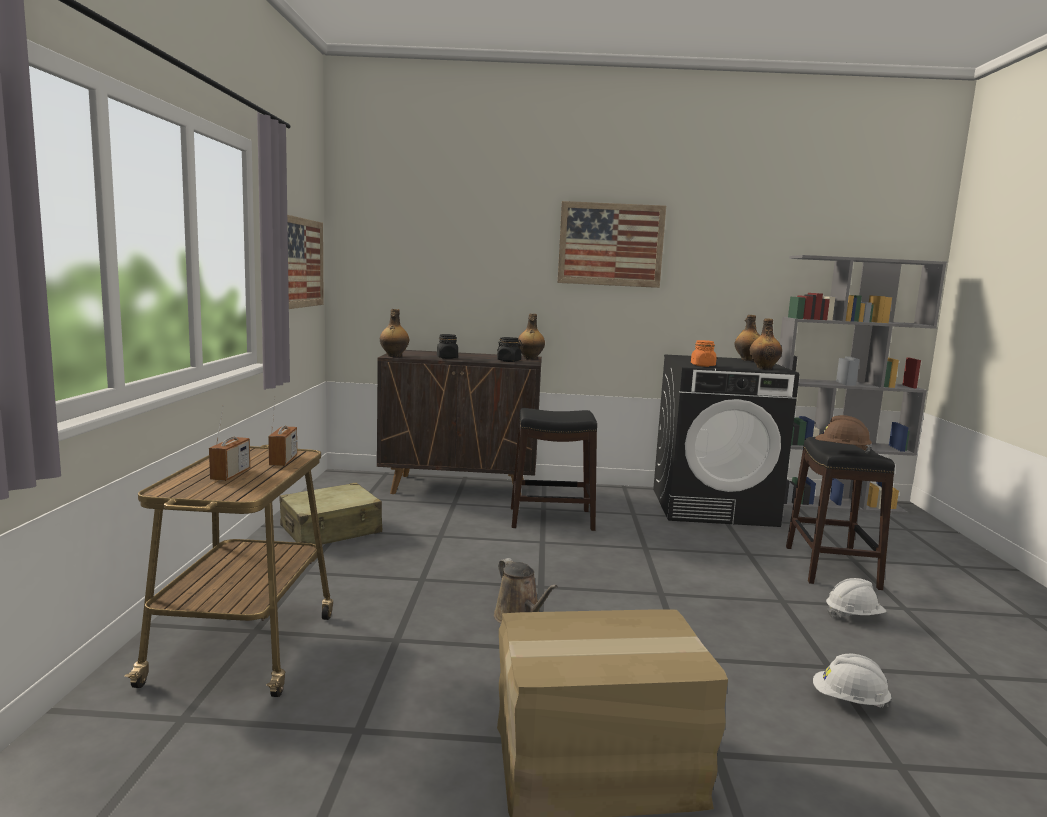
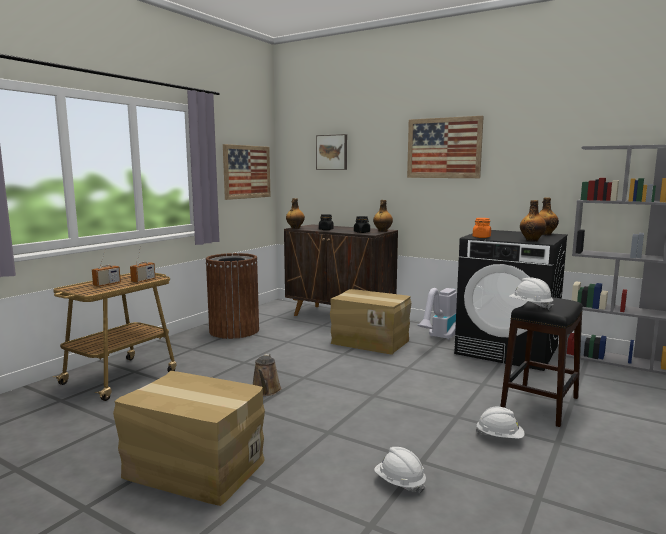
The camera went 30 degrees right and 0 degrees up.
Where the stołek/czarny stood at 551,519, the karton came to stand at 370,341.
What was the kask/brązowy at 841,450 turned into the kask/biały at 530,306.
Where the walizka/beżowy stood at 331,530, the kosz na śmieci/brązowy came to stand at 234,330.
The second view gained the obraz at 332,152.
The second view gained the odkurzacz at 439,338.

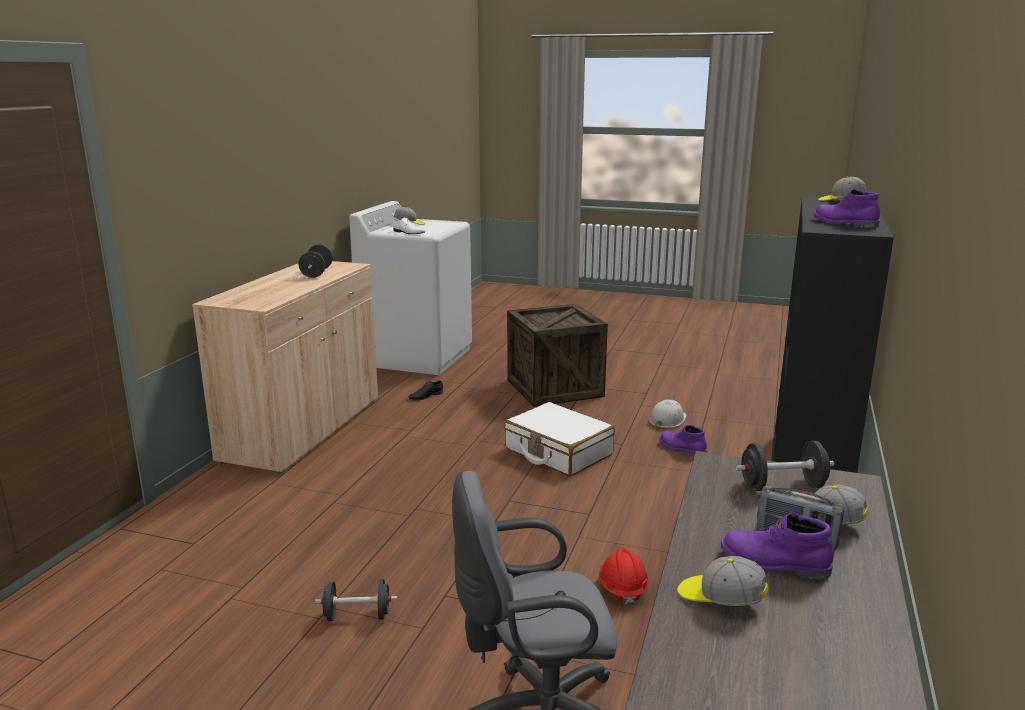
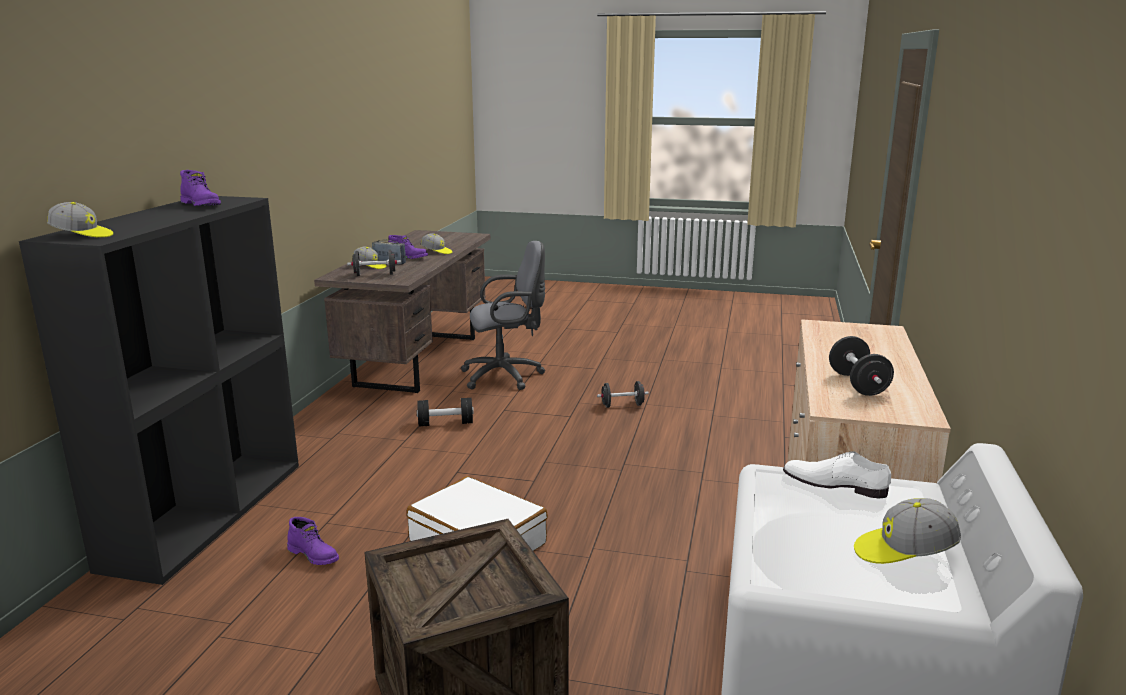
The camera went 175 degrees right and 0 degrees up.
The second view lost the but/czarny at 425,396.
The second view lost the kask/biały at 667,420.
Where the kask/czerwony stood at 622,589, the hantel/czarny came to stand at 445,423.

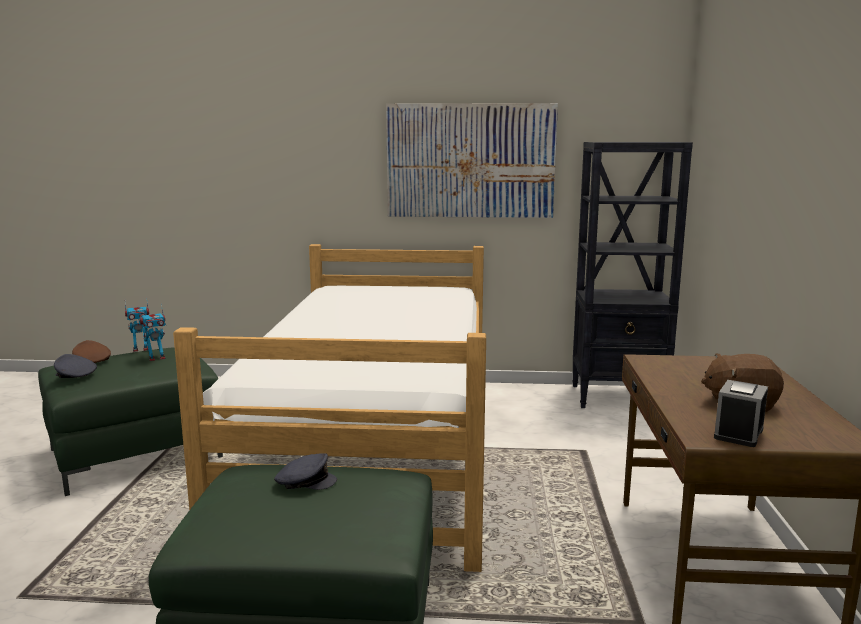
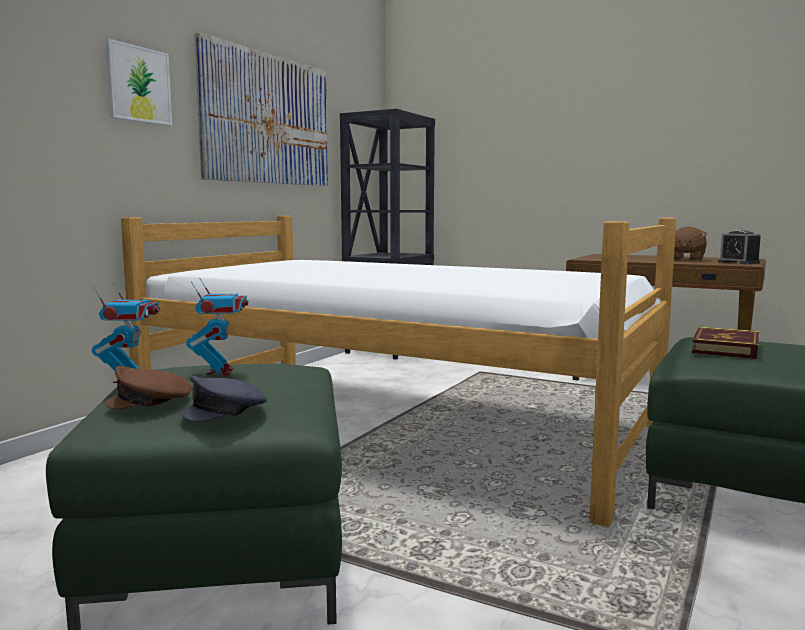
The camera went 65 degrees left and 5 degrees down.
Where the czapka z daszkiem/szary stood at 305,481, the książka came to stand at 725,348.
The second view gained the obraz at 138,84.

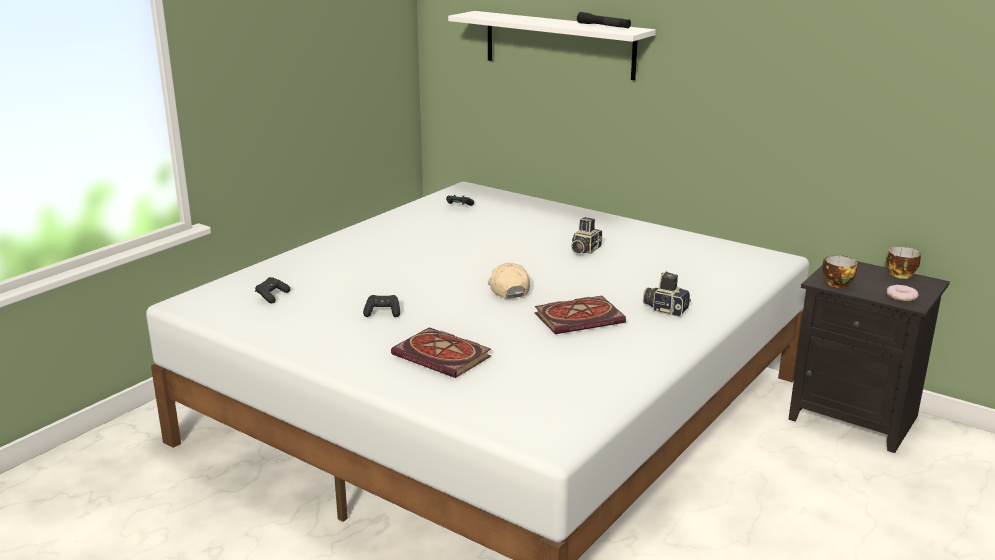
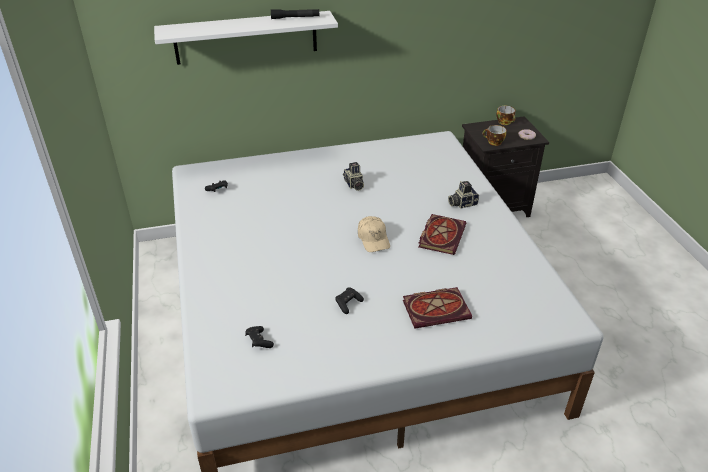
The camera went 50 degrees left and 15 degrees up.
The czapka z daszkiem/beżowy at 508,289 ended up facing another way, 135 degrees counterclockwise from before.

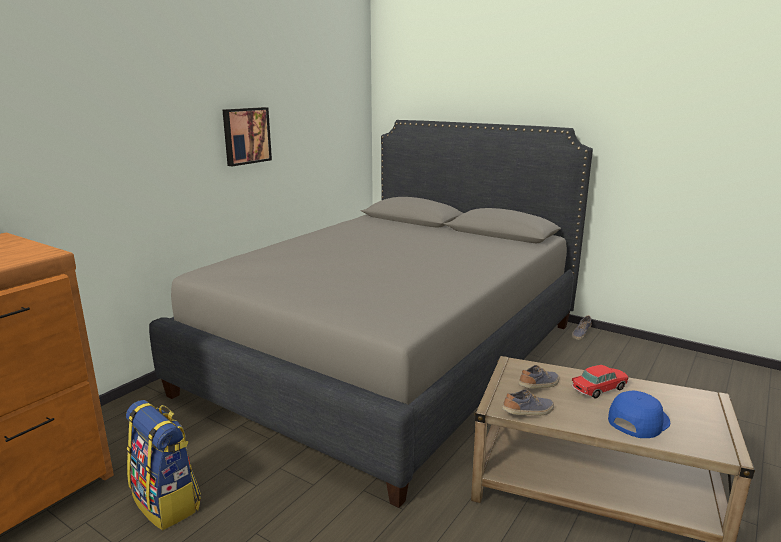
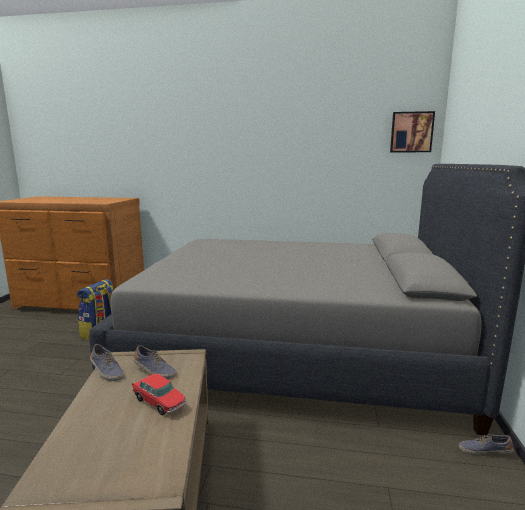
The camera went 65 degrees right and 5 degrees down.
The obraz ended up elsewhere, having gone from 246,135 to 411,132.
The second view lost the czapka z daszkiem/niebieski at 637,420.

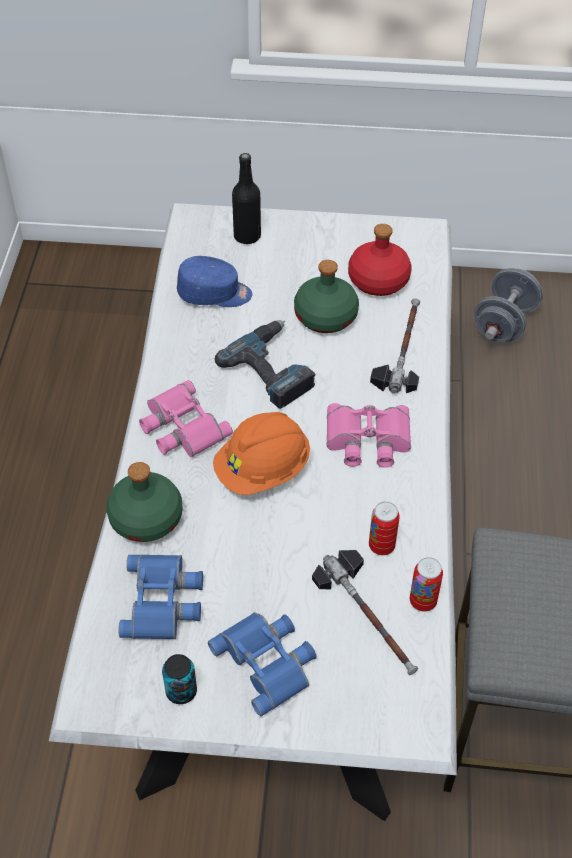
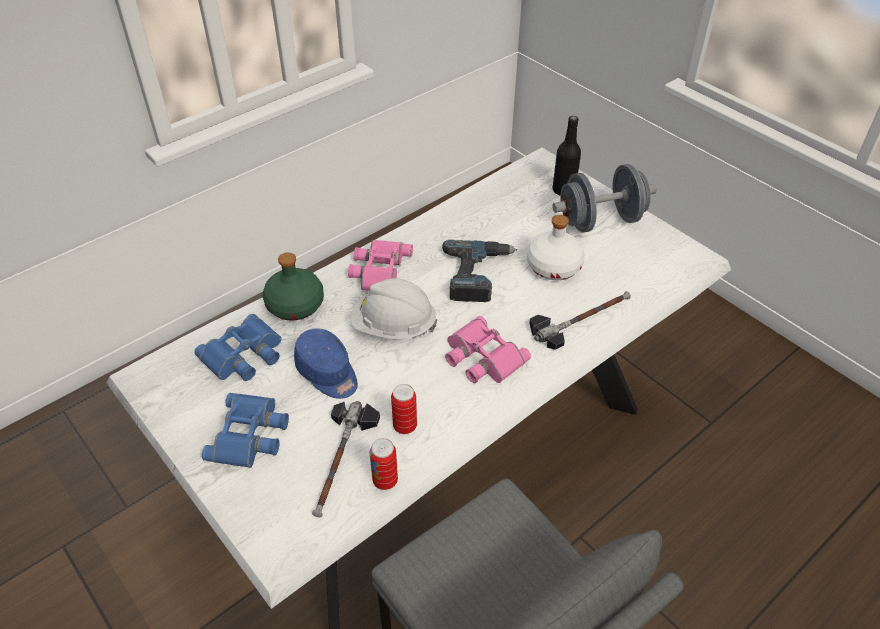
The camera went 45 degrees right and 5 degrees down.
The second view lost the butelka/czerwony at 377,280.
The czapka z daszkiem/niebieski ended up elsewhere, having gone from 215,294 to 328,373.
What was the butelka/zielony at 326,316 turned into the butelka/biały at 554,267.
The hantel/szary ended up elsewhere, having gone from 504,323 to 600,221.
What was the kask/pomarańczowy at 263,470 turned into the kask/biały at 393,327.
The second view lost the puszka at 181,691.

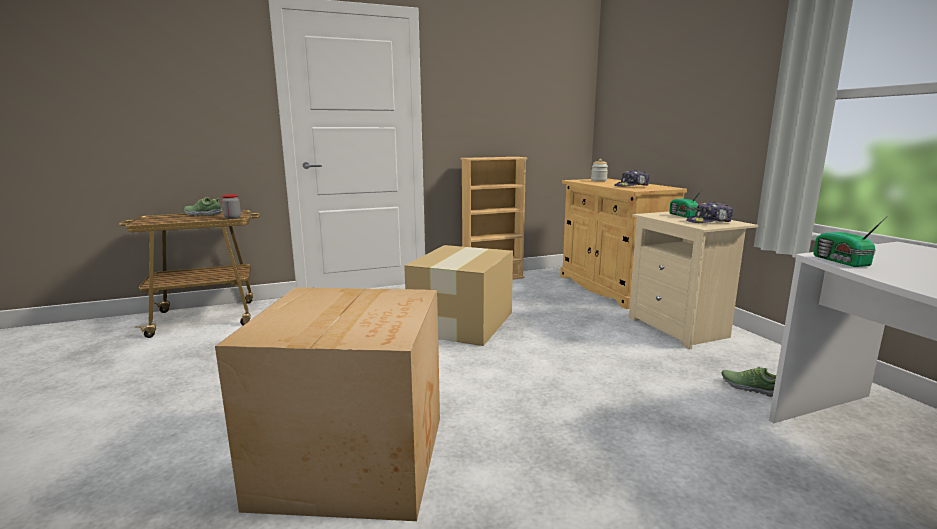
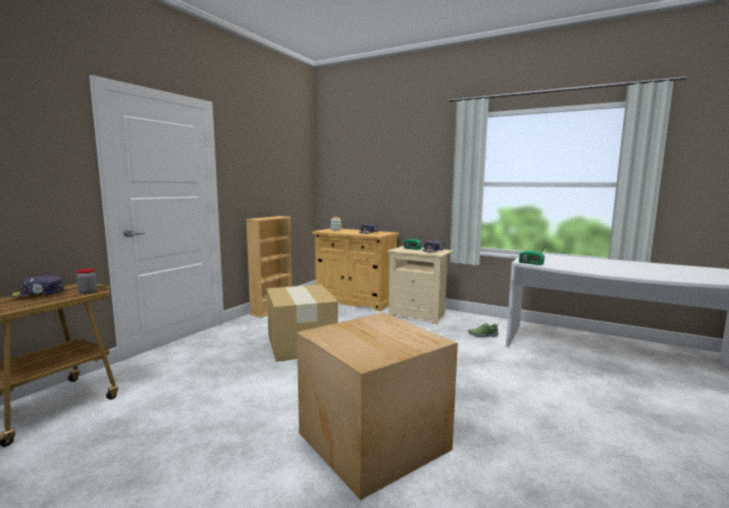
The camera went 40 degrees left and 5 degrees down.
Where the but stood at 203,214, the czapka z daszkiem came to stand at 38,294.

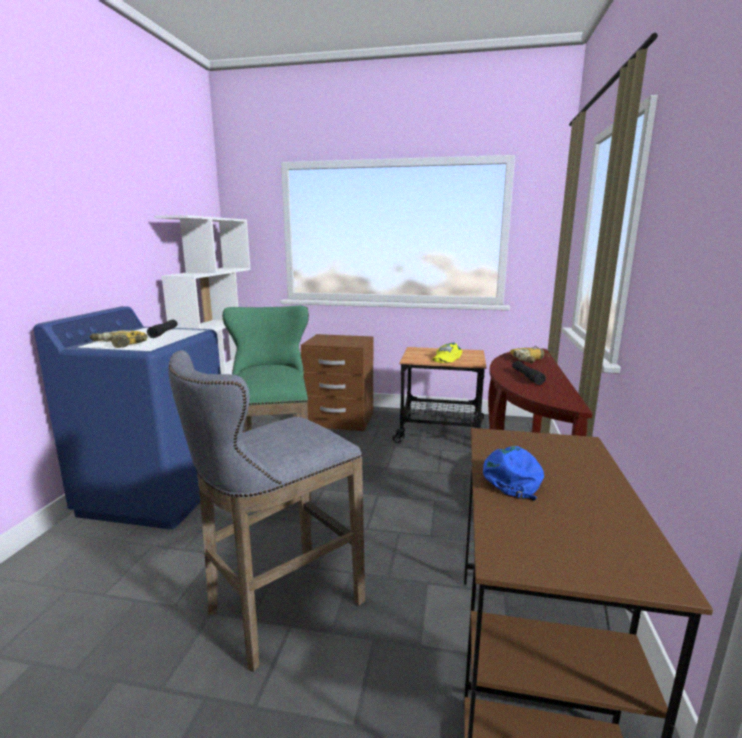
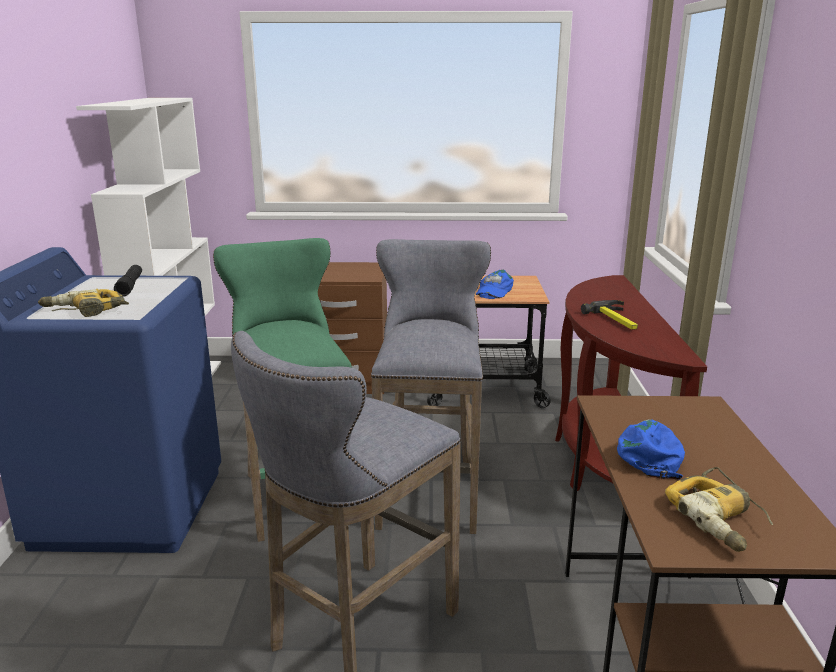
The camera went 10 degrees left and 5 degrees up.
What was the czapka z daszkiem/żółty at 446,358 turned into the czapka z daszkiem/niebieski at 493,291.
The wiertarka ended up elsewhere, having gone from 531,359 to 720,518.
Where the latarka/czarny stood at 526,377, the młotek came to stand at 617,320.
The second view gained the stołek/szary at 429,492.

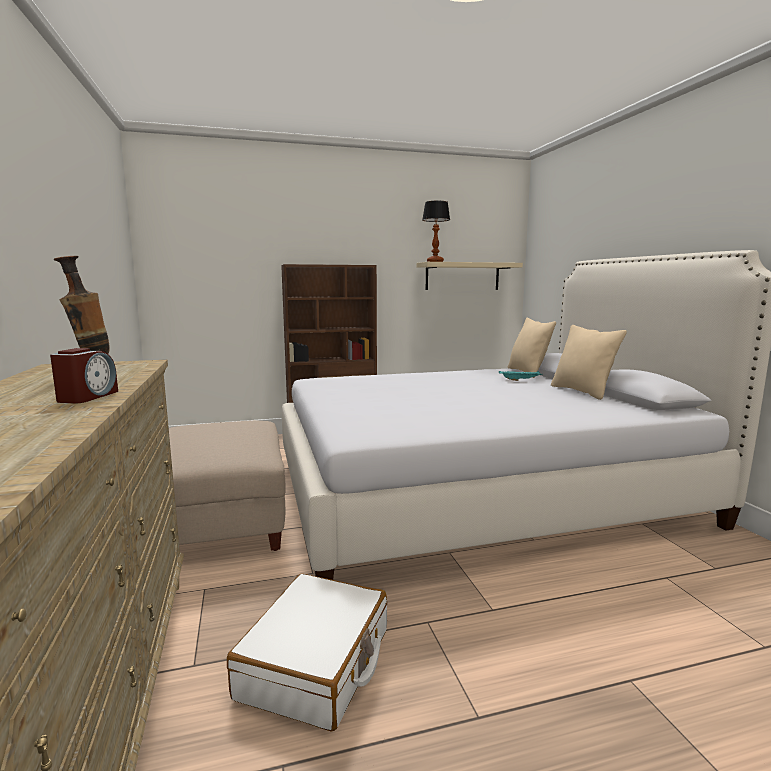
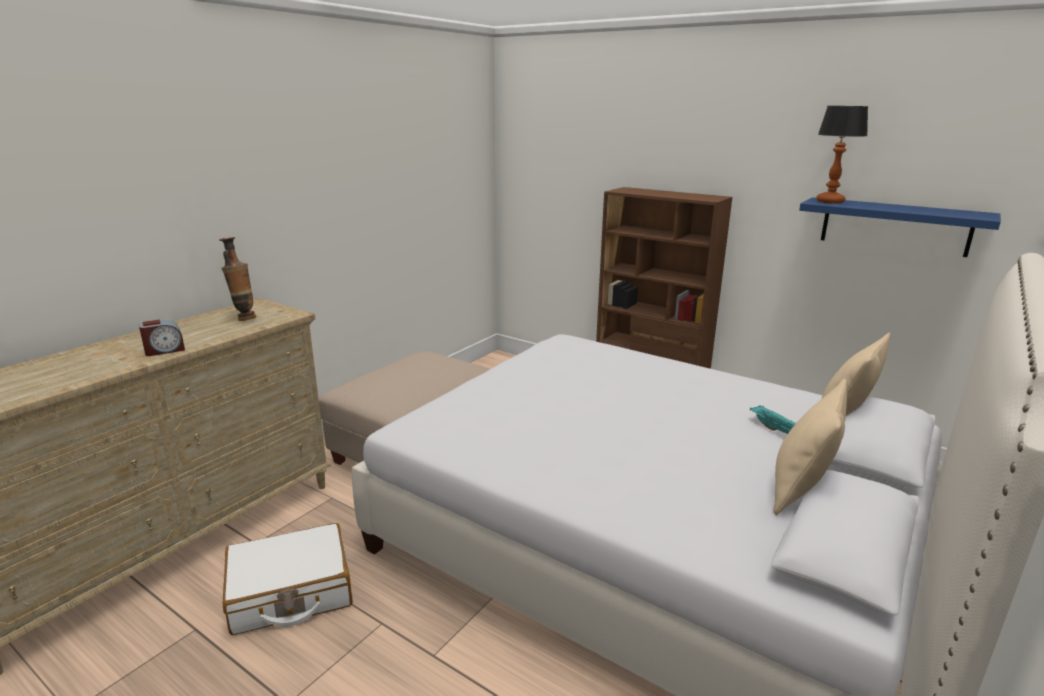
The camera went 50 degrees right and 10 degrees up.
What was the półka/beżowy at 462,276 turned into the półka/niebieski at 894,226.

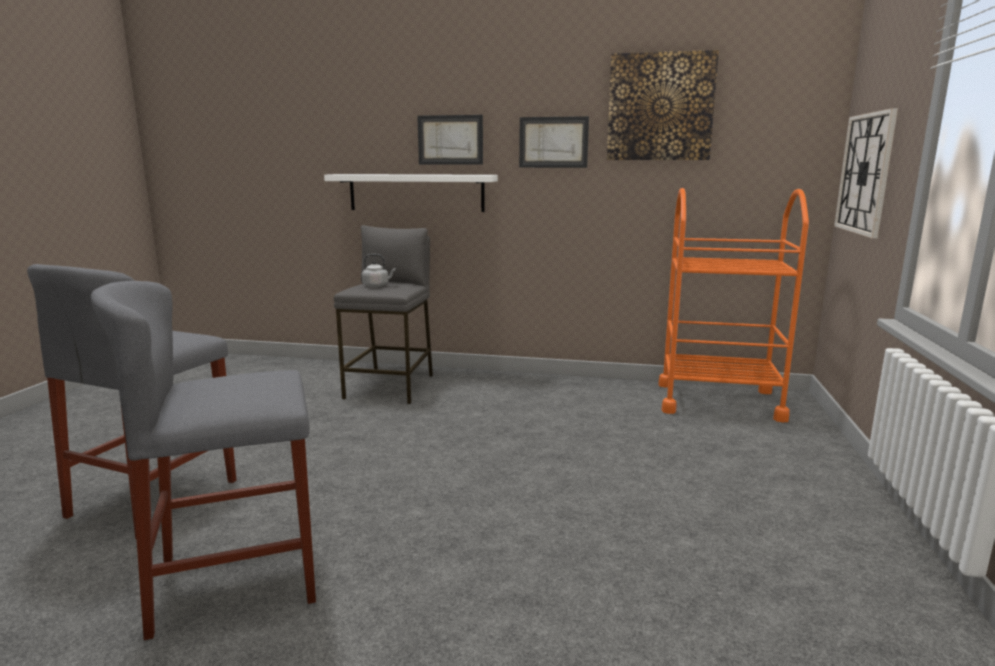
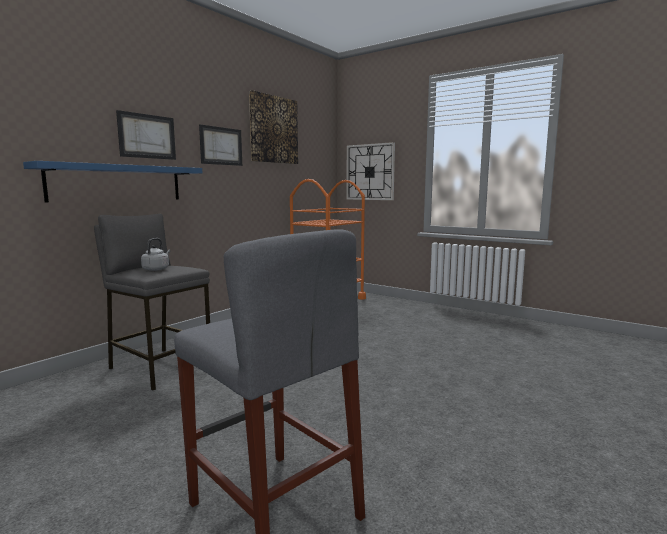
The camera went 65 degrees left and 5 degrees down.
What was the półka/biały at 416,192 turned into the półka/niebieski at 118,183.
The second view lost the stołek/szary at 237,579.

